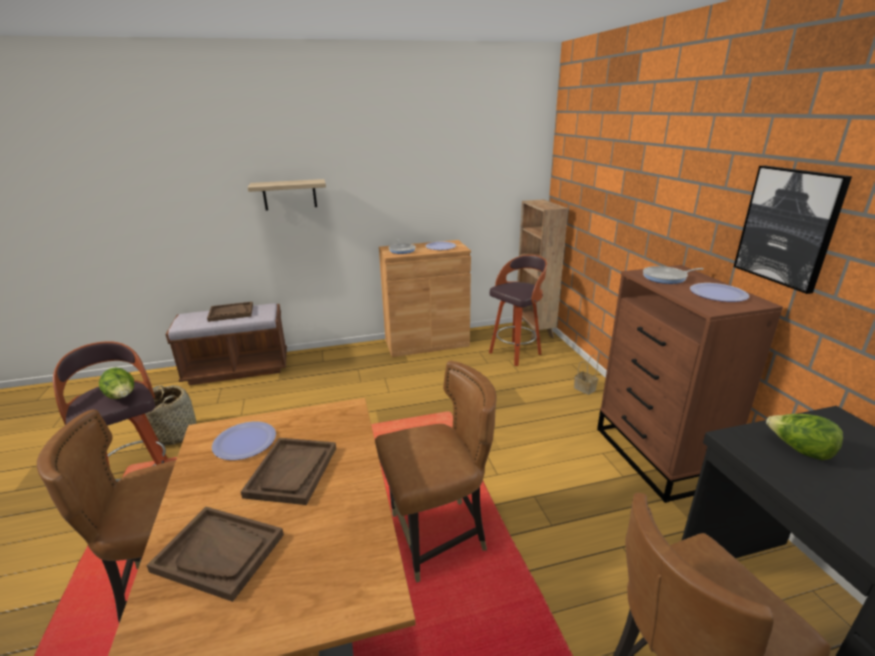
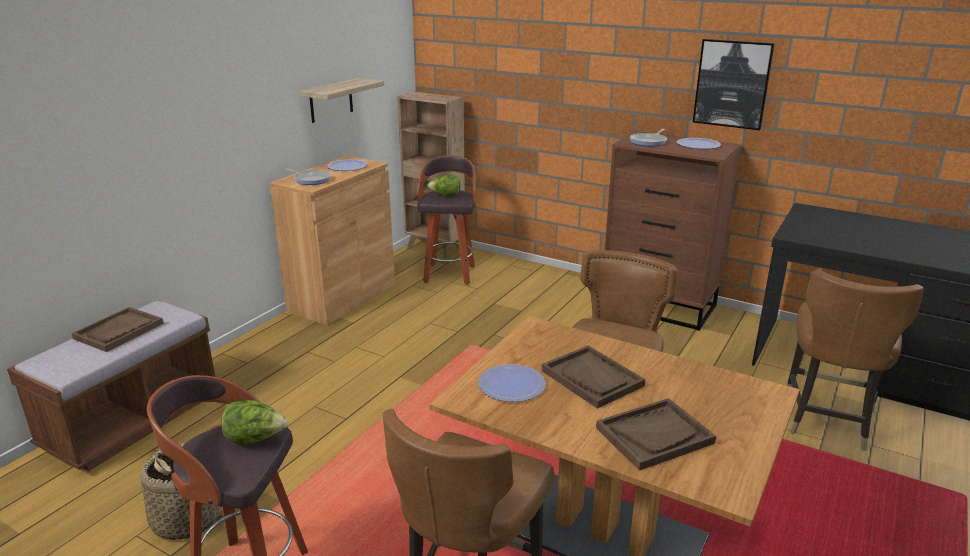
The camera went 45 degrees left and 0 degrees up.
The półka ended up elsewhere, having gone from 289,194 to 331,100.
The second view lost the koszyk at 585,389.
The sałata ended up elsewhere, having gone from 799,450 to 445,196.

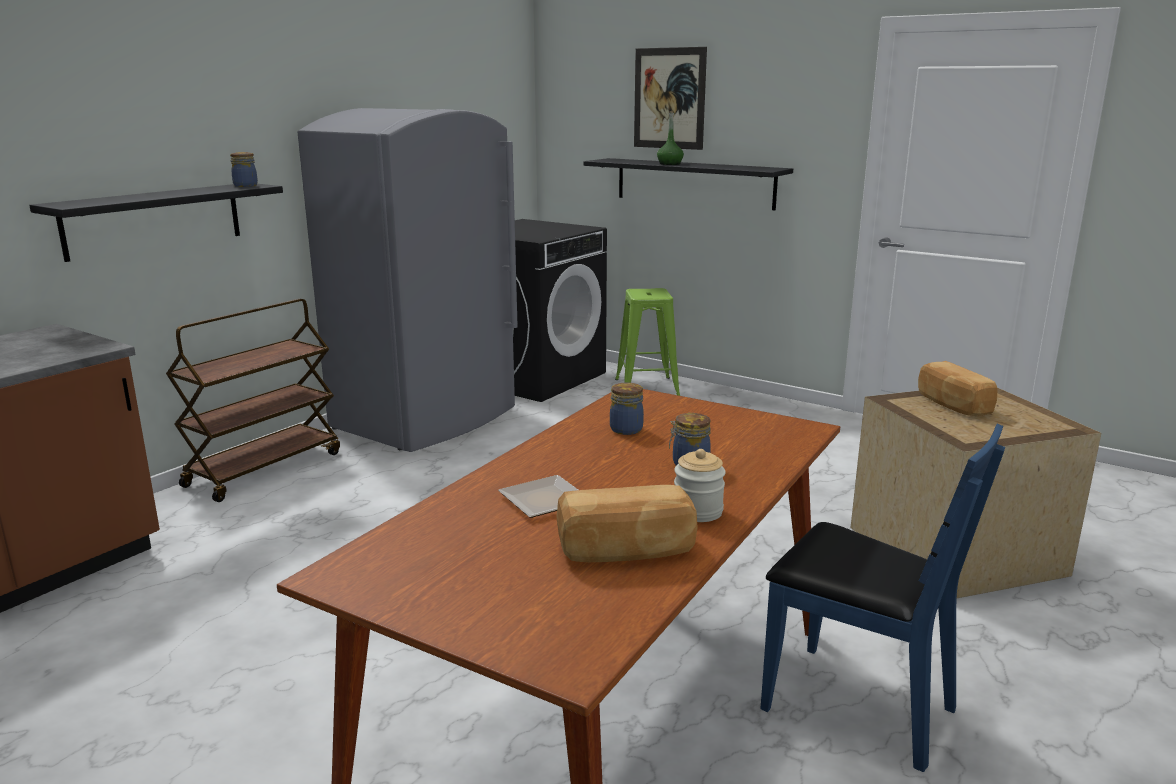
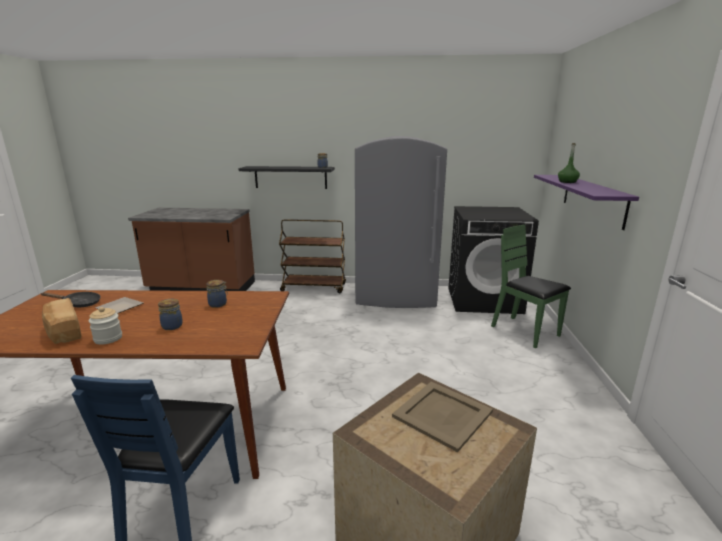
The camera went 60 degrees right and 0 degrees up.
The second view lost the obraz at 669,98.
What was the półka/czarny at 694,183 turned into the półka/fioletowy at 592,199.
Where the stołek/zielony stood at 646,388, the krzesło/zielony came to stand at 525,332.
Where the chleb stood at 952,405, the taca/beżowy came to stand at 443,414.
The second view gained the patelnia/czarny at 79,304.

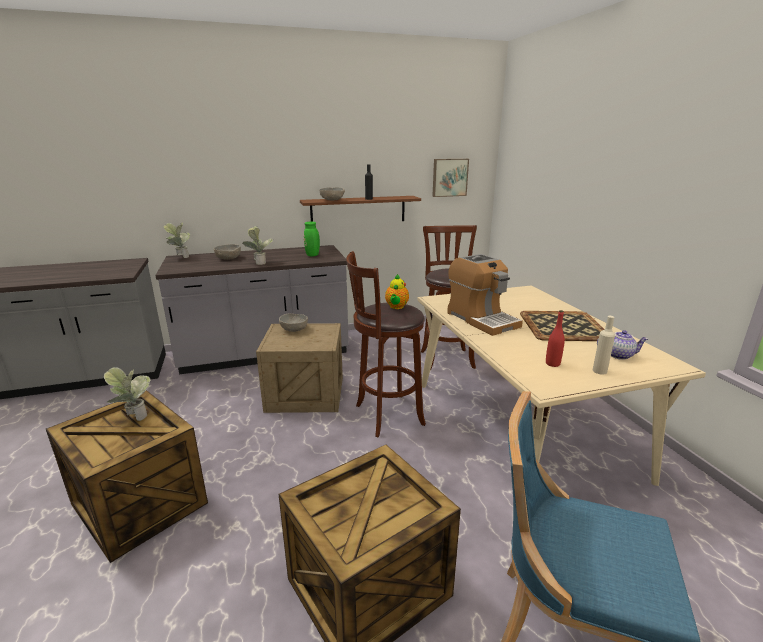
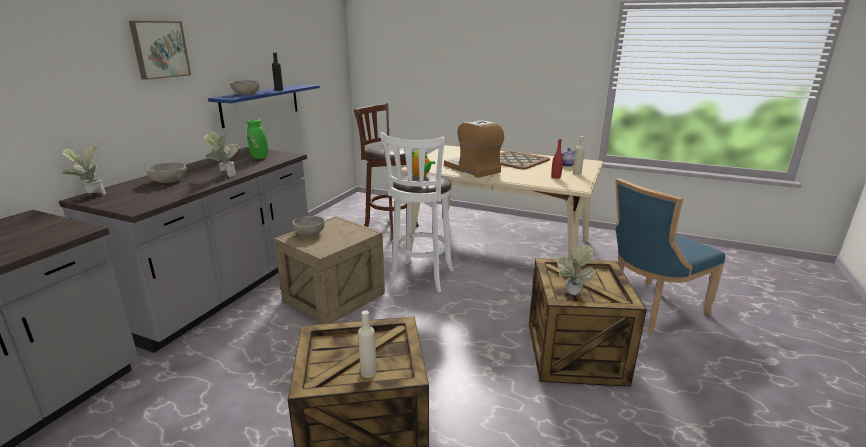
The camera went 50 degrees left and 0 degrees up.
The obraz ended up elsewhere, having gone from 449,177 to 159,49.
What was the półka/brązowy at 358,210 turned into the półka/niebieski at 261,104.
What was the stołek/brązowy at 385,415 turned into the stołek/biały at 420,278.
The ekspres do kawy at 481,319 ended up facing another way, 135 degrees counterclockwise from before.
The roślina doniczkowa ended up elsewhere, having gone from 133,416 to 571,296.
The second view gained the butelka/beżowy at 368,372.

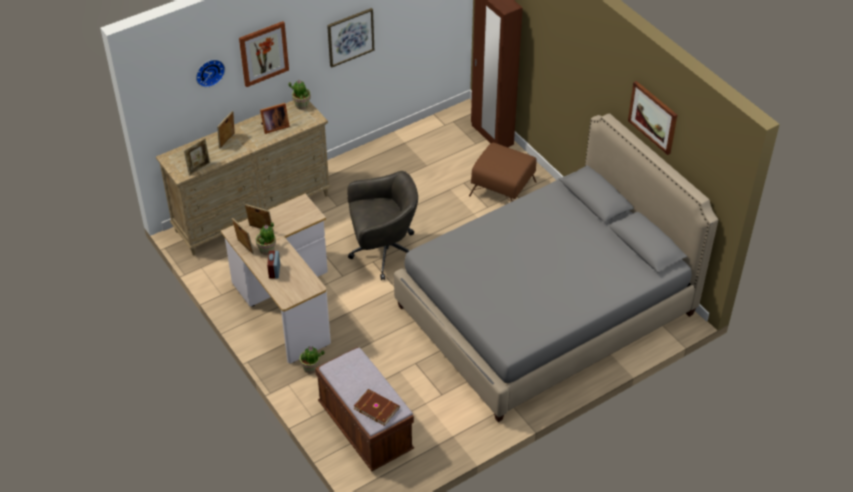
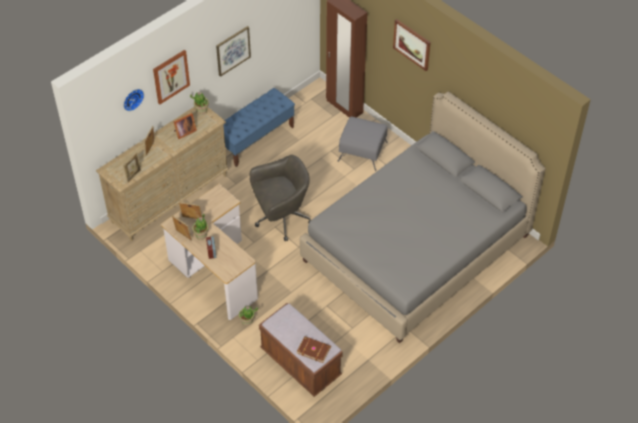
The camera went 10 degrees left and 5 degrees up.
The obraz ended up elsewhere, having gone from 653,117 to 412,44.
What was the pufa/brązowy at 503,189 turned into the pufa/szary at 363,152.
The second view gained the ławka/niebieski at 256,139.

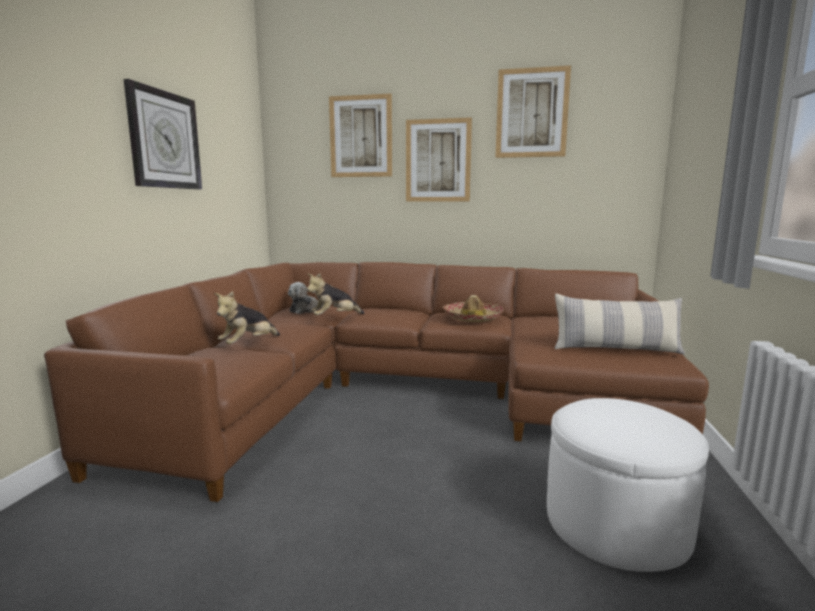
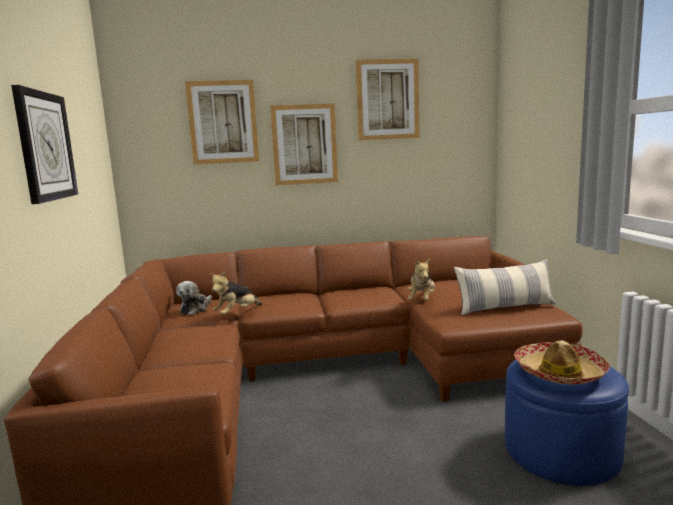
The camera went 20 degrees left and 0 degrees up.
The pluszak ended up elsewhere, having gone from 248,344 to 422,300.
The kapelusz ended up elsewhere, having gone from 472,318 to 559,373.
What was the pufa/biały at 616,523 turned into the pufa/niebieski at 561,451.

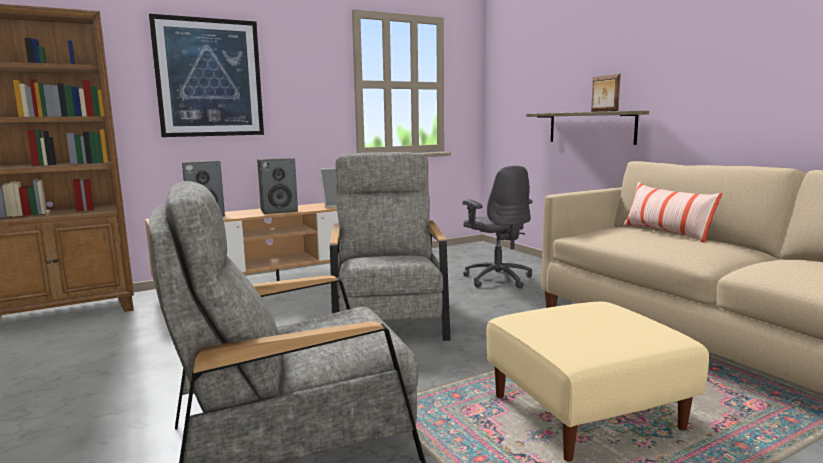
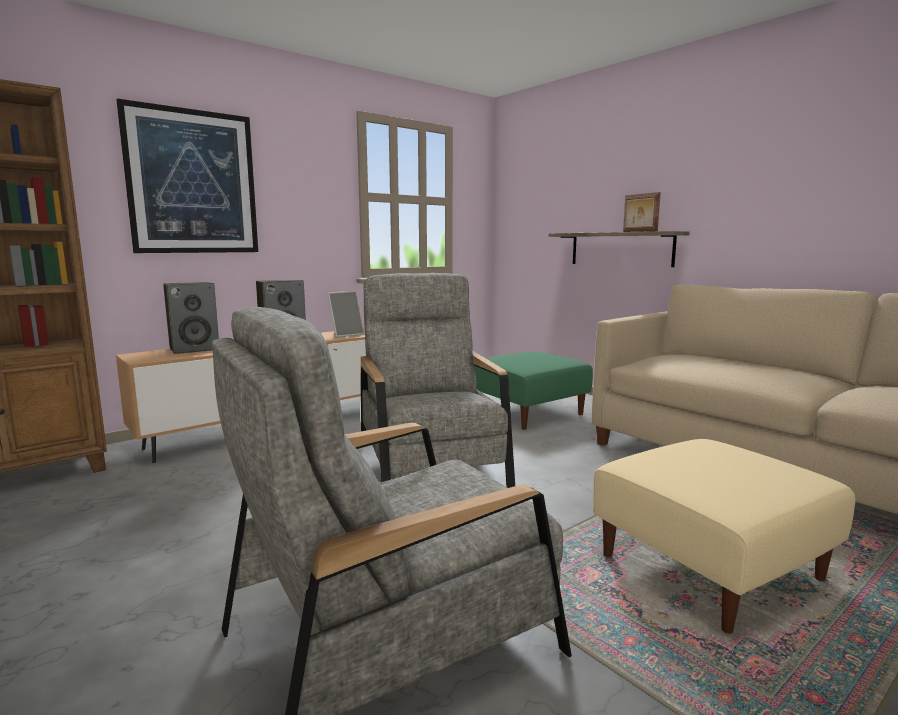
The camera went 10 degrees left and 0 degrees up.
Where the krzesło biurowe/szary stood at 497,279, the pufa/zielony came to stand at 528,413.
The second view lost the poduszka at 666,233.

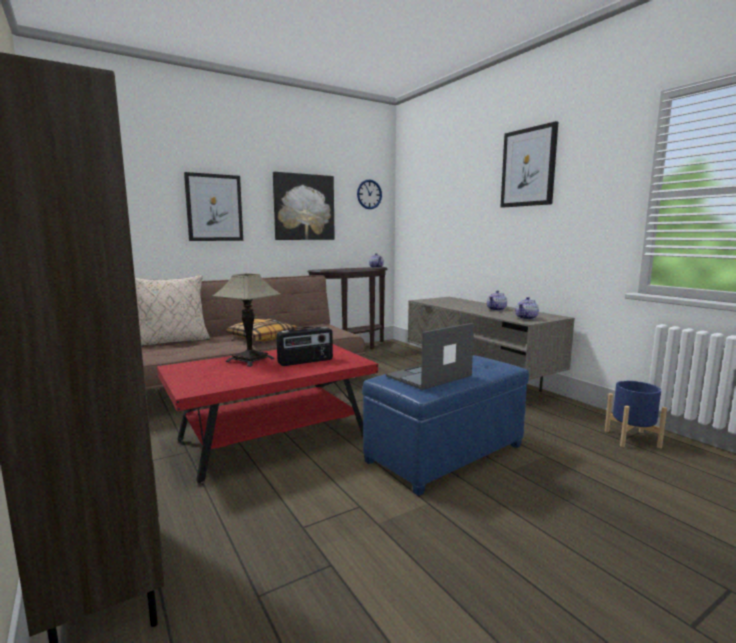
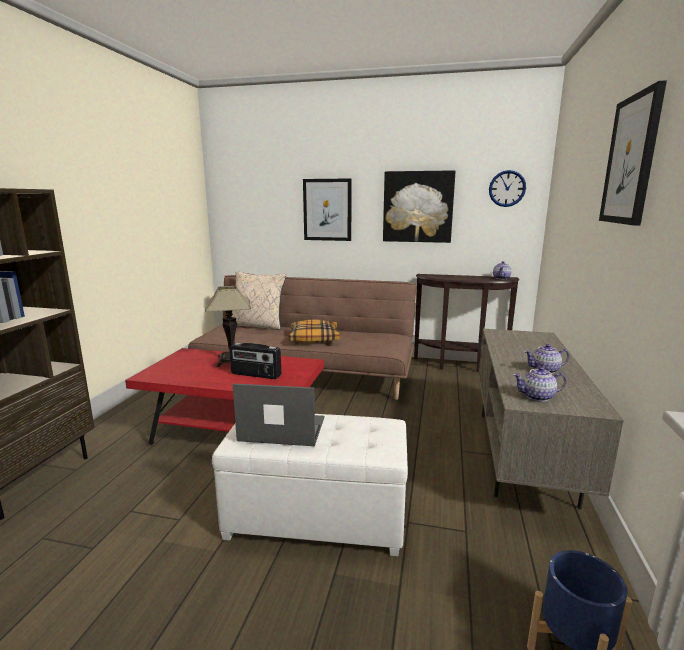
The camera went 45 degrees right and 5 degrees up.
What was the pufa/niebieski at 446,454 turned into the pufa/biały at 316,517.

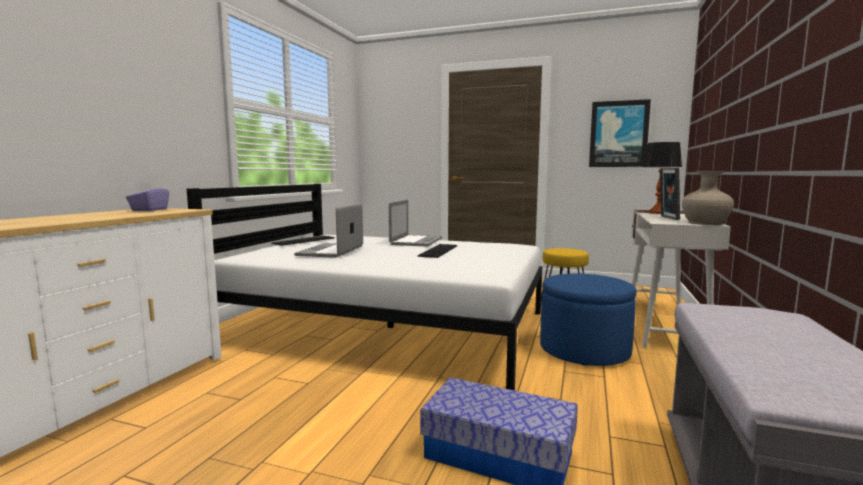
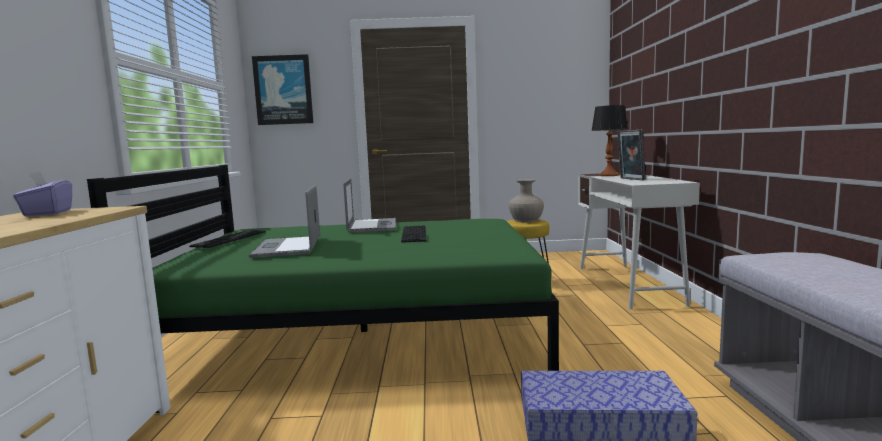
The camera went 20 degrees left and 0 degrees up.
The obraz ended up elsewhere, having gone from 618,134 to 283,90.
The wazon/beżowy ended up elsewhere, having gone from 705,223 to 526,220.
What was the łóżko/biały at 388,326 turned into the łóżko/zielony at 361,330.
The second view lost the pufa/niebieski at 584,350.

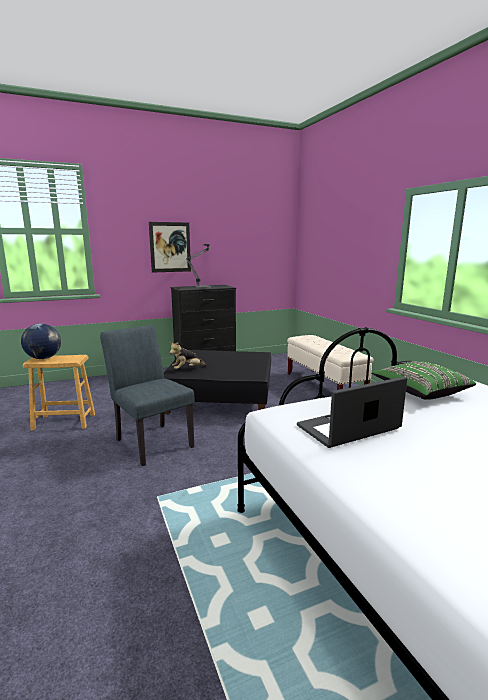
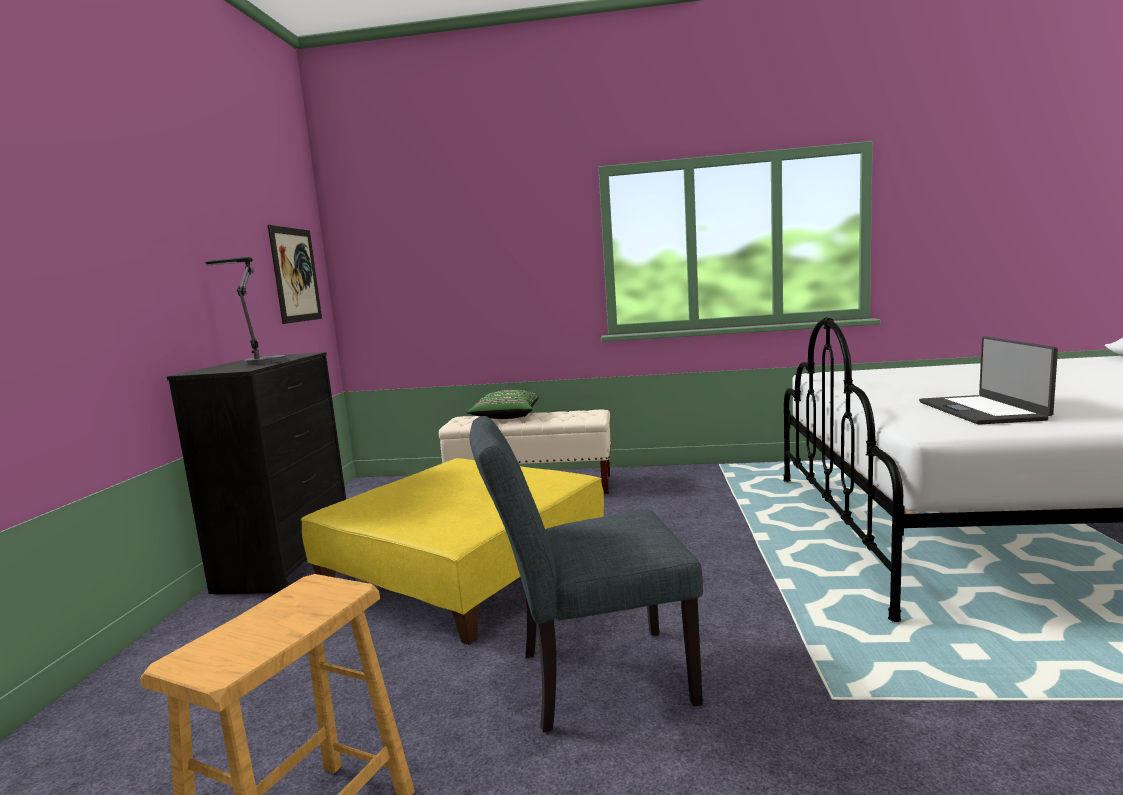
The camera went 60 degrees left and 5 degrees down.
The obraz ended up elsewhere, having gone from 170,247 to 295,275.
The second view lost the globus at 43,358.
The second view lost the pluszak at 187,369.
What was the pufa/czarny at 221,397 turned into the pufa/żółty at 465,569.
The poduszka/zielony ended up elsewhere, having gone from 420,391 to 505,417.

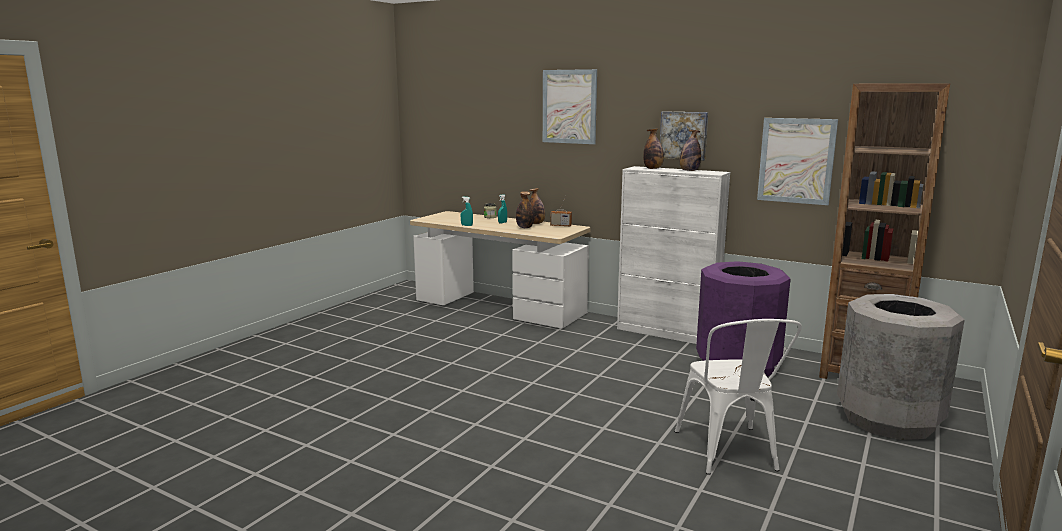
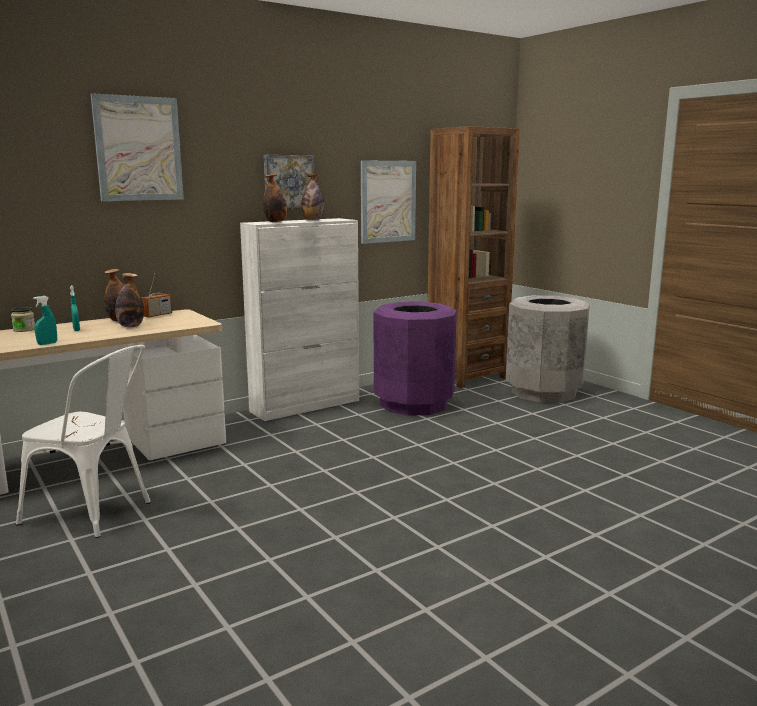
The camera went 65 degrees left and 0 degrees up.
The krzesło/biały ended up elsewhere, having gone from 730,454 to 96,513.

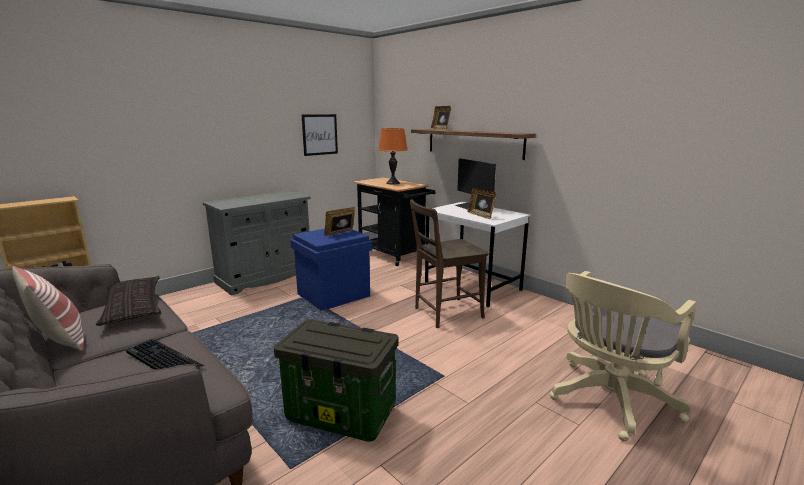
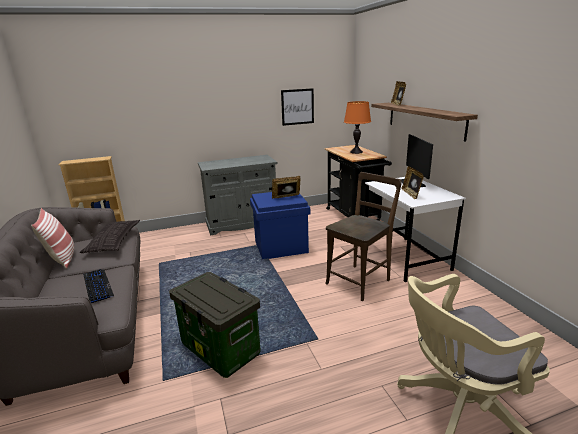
The camera went 25 degrees right and 5 degrees up.
The krzesło/brązowy at 445,313 ended up facing another way, 135 degrees clockwise from before.

